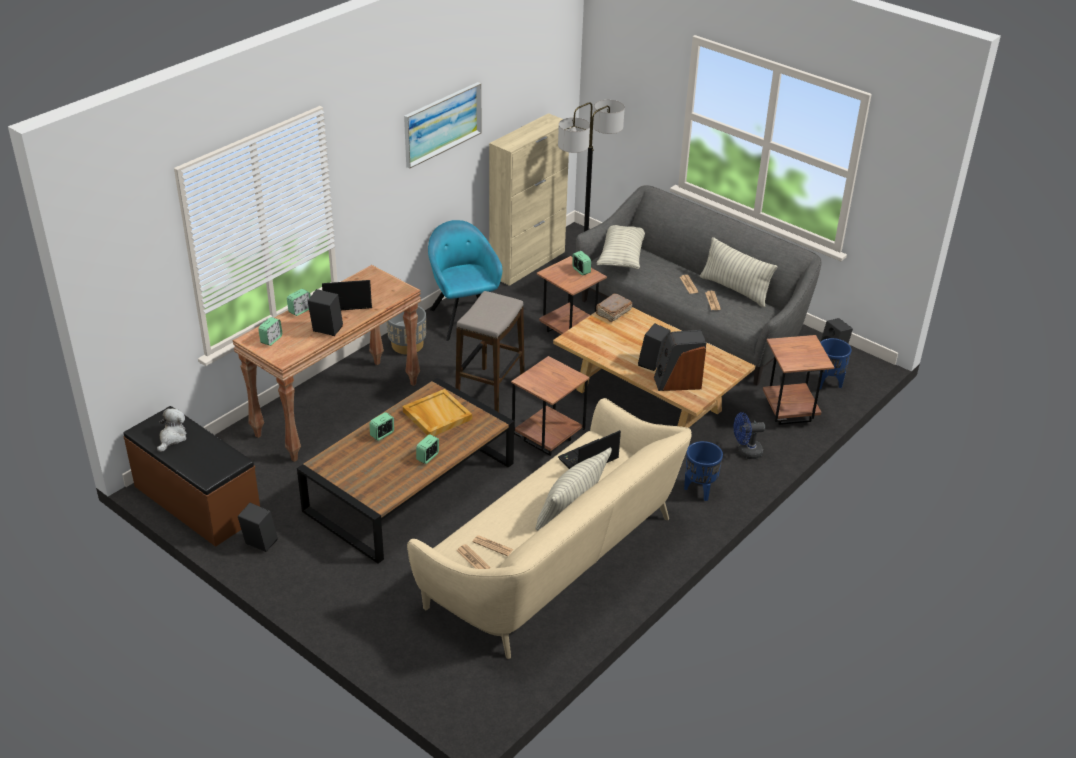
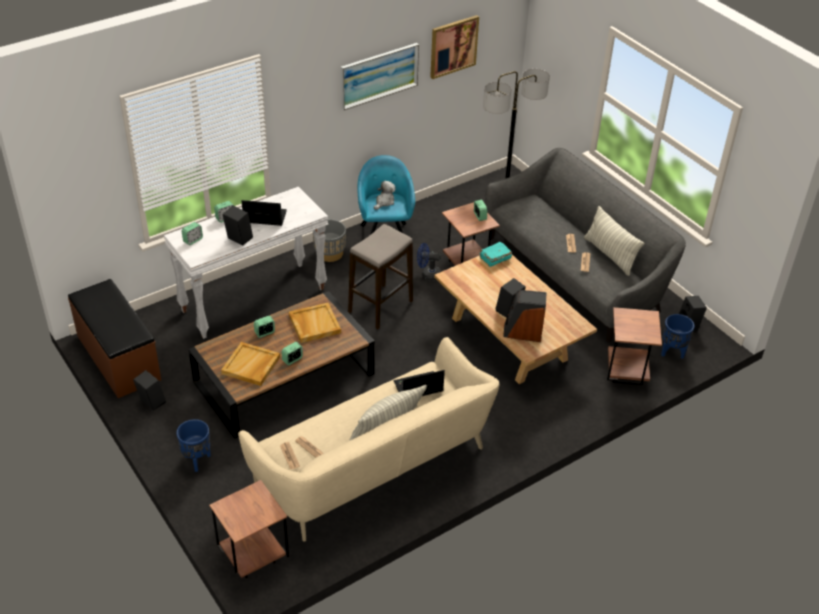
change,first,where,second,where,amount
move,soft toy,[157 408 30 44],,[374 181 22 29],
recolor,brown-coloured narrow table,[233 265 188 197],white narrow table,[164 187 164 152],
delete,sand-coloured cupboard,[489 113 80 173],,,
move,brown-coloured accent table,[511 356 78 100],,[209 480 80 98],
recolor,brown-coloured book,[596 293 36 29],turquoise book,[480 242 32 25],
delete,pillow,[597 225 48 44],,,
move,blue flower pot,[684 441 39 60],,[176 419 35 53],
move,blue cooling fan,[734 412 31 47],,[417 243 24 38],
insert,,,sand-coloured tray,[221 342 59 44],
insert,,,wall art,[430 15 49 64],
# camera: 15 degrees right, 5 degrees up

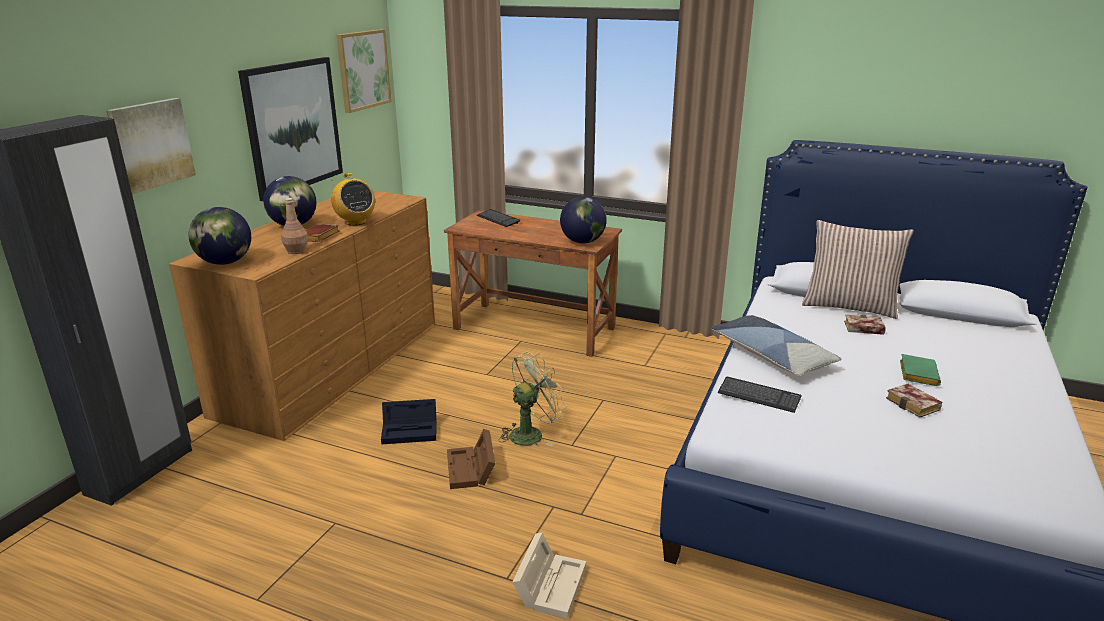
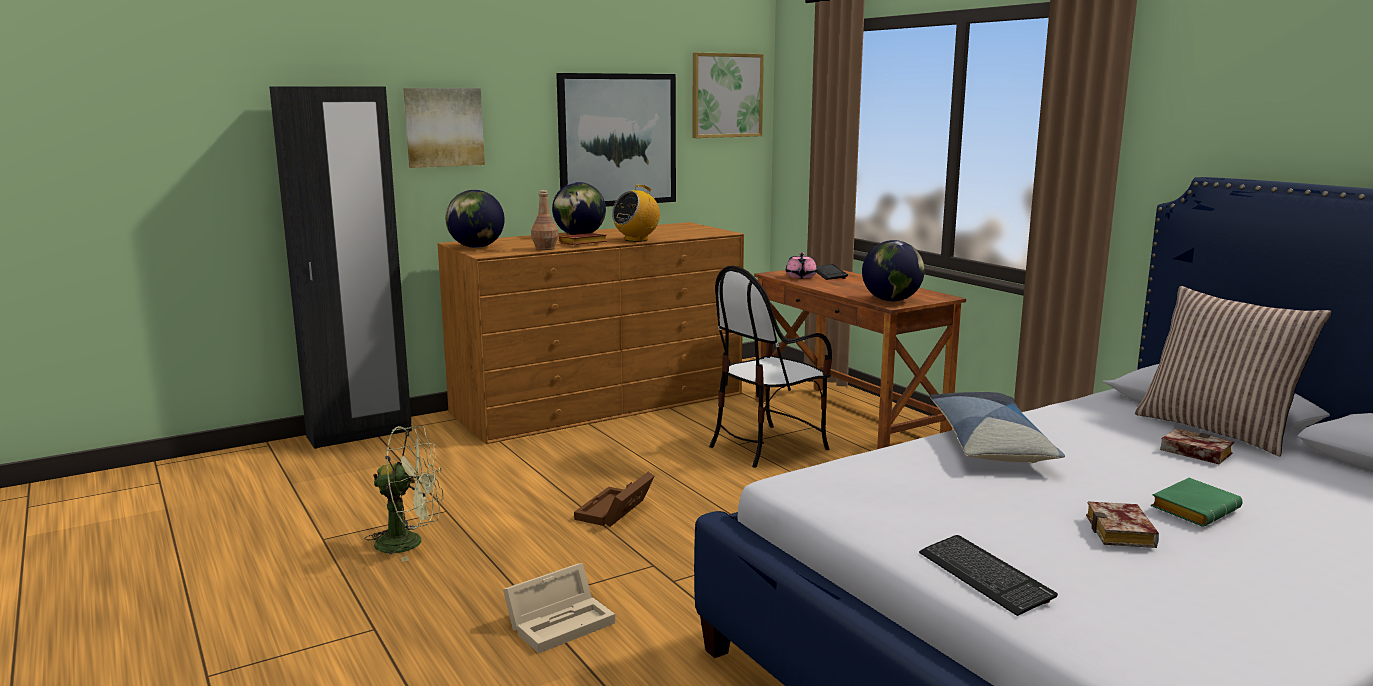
change,first,where,second,where,amount
rotate,radio,[331 173 44 53],,[612 185 48 57],45 degrees clockwise
delete,blackish storage container,[381 399 56 45],,,
move,green-coloured cooling fan,[499 352 68 94],,[365 426 78 136],
move,PC keyboard,[718 377 83 36],,[919 535 139 81],
insert,,,chair,[709 266 123 202],
insert,,,pinkish tea pot,[786 252 31 27],
# camera: 35 degrees right, 10 degrees down

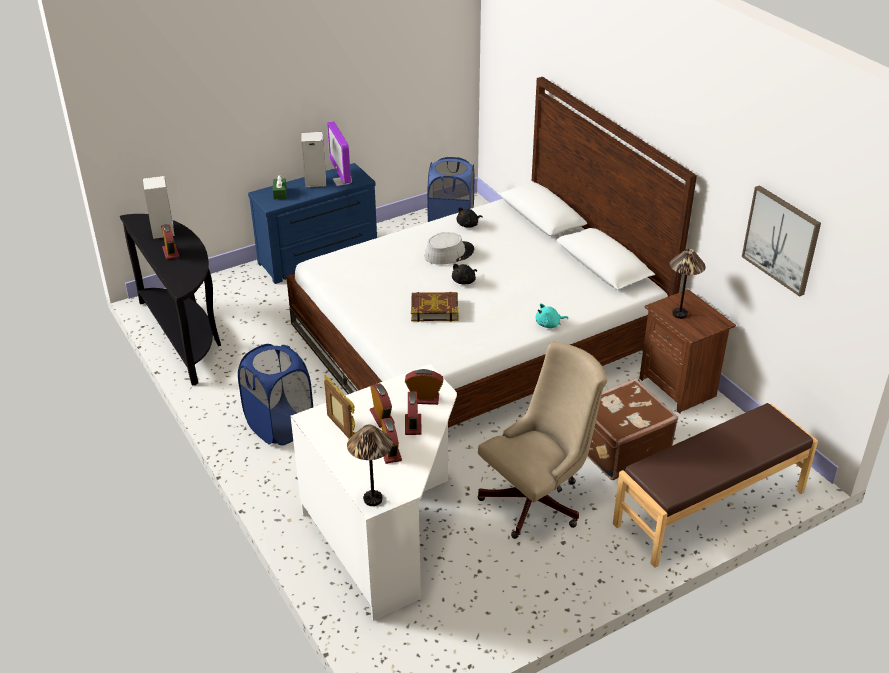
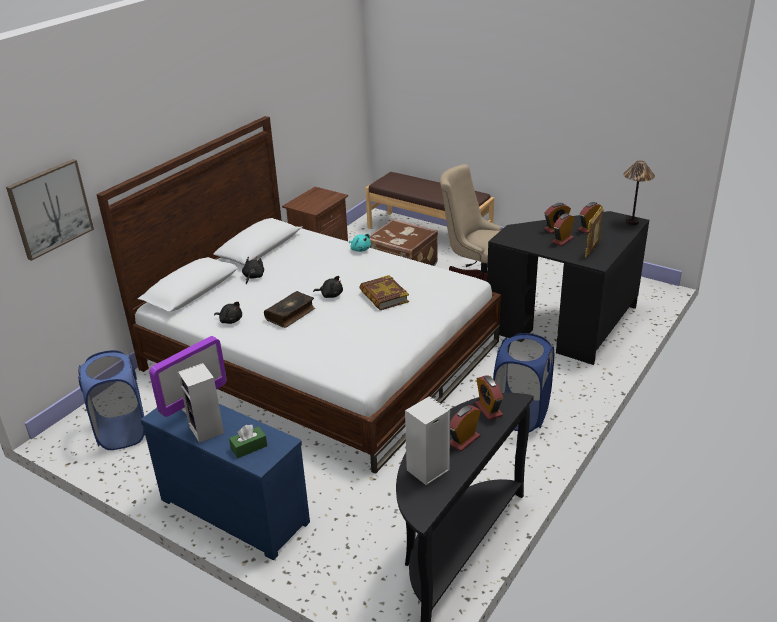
change,first,where,second,where,amount
recolor,white desk,[291 364 166 257],blackish desk,[487 211 162 154],
move,bedside clock,[405 369 38 36],,[475 375 28 45],
replace,greyish clothing hat,[425 232 49 33],book,[264 291 51 37],
delete,lamp for a table,[670 249 36 70],,,
move,wall art,[742 185 79 112],,[6 159 88 102],
insert,,,blackish soft toy,[242 256 22 28],
# camera: 115 degrees left, 5 degrees down

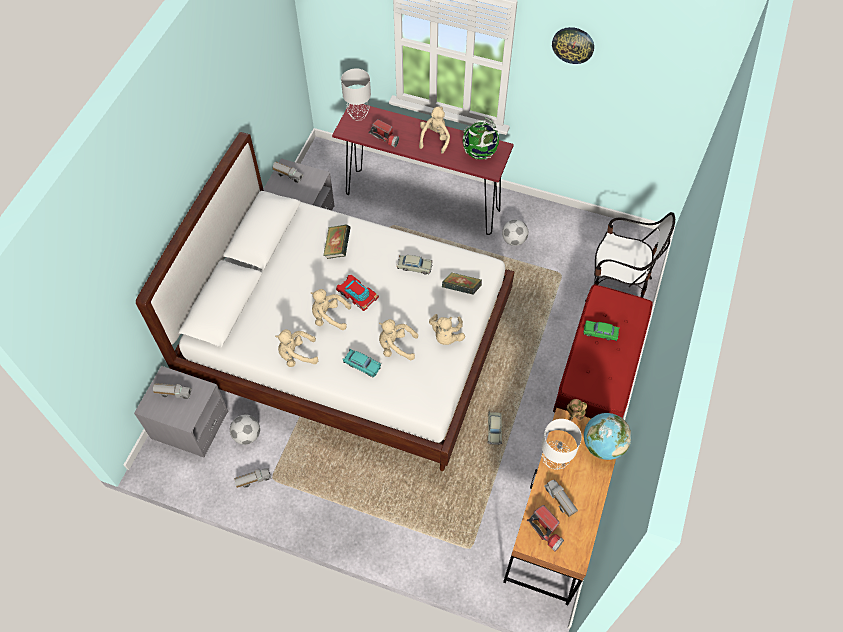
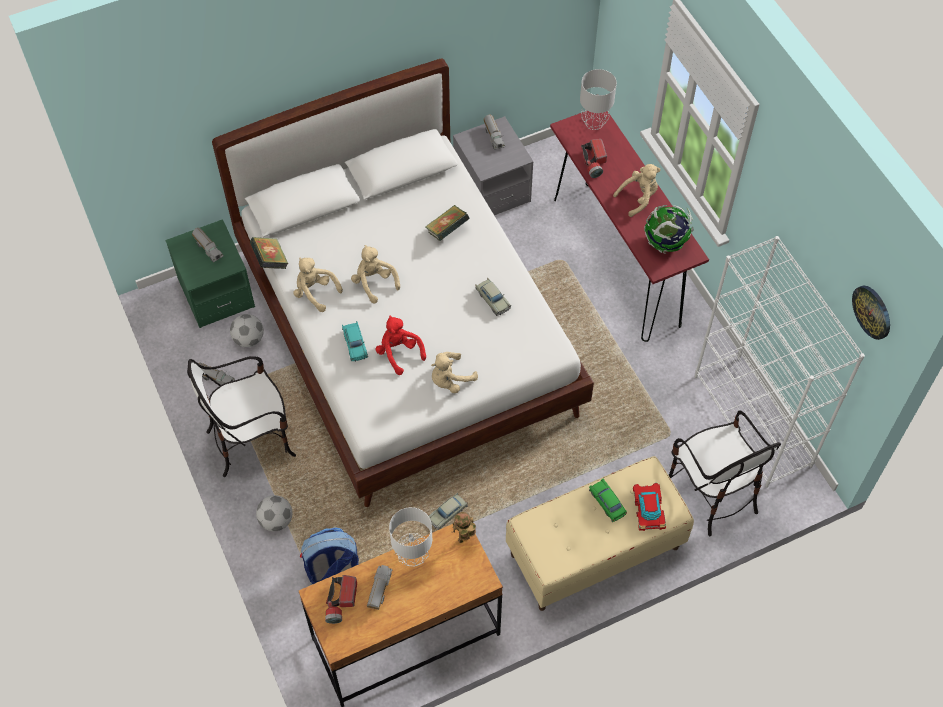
change,first,where,second,where,amount
recolor,greyish night table,[134 366 94 92],green-coloured night table,[165 219 90 109],
move,toy car,[336 275 43 36],,[633 483 33 48],
recolor,sand-coloured soft toy,[379 319 39 41],red-coloured soft toy,[375 316 51 59],
move,book,[442 272 40 22],,[250 237 38 32],
move,ball for football,[502 219 26 27],,[256 495 36 36],
move,wall clock,[552 27 42 37],,[852 286 38 54],
recolor,red-coloured bench,[553 284 100 135],sand-coloured bench,[506 456 188 155],
delete,desk globe,[584 413 47 47],,,
insert,,,chair,[187 356 109 121],
insert,,,knapsack,[300 527 59 57],
insert,,,white shelving unit,[695 236 170 252],
# camera: 45 degrees right, 0 degrees up

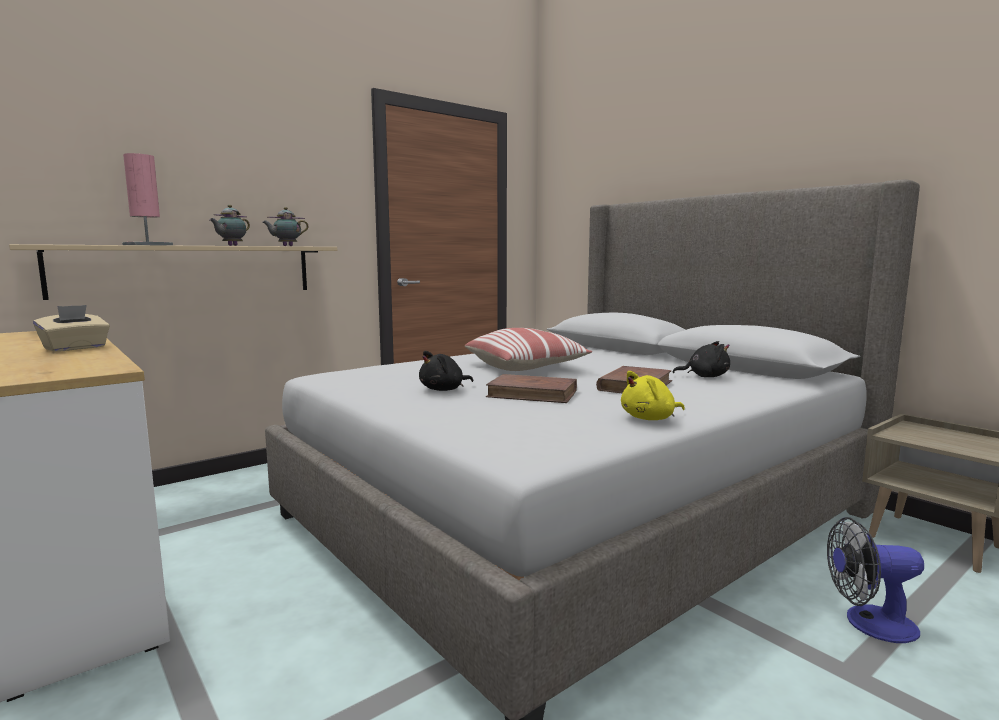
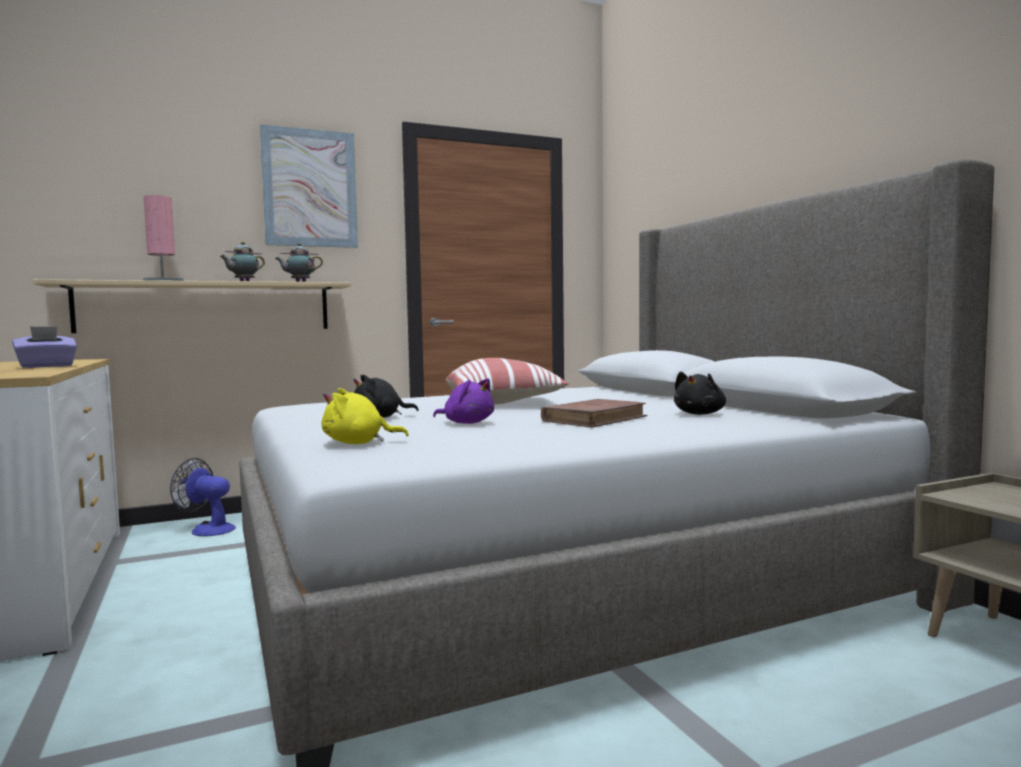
change,first,where,second,where,amount
recolor,sand-coloured tissue holder,[33 305 77 47],purplish tissue holder,[12 326 65 42],
replace,brown-coloured book,[486 374 91 29],purplish soft toy,[433 378 61 46],
move,yellow-coloured soft toy,[621 371 64 49],,[322 388 87 56],
rotate,blackish soft toy,[673 341 57 36],,[674 372 52 43],105 degrees clockwise
move,cooling fan,[827 517 97 126],,[170 458 66 78],
insert,,,wall art,[260 124 98 124],
# camera: 15 degrees right, 5 degrees down

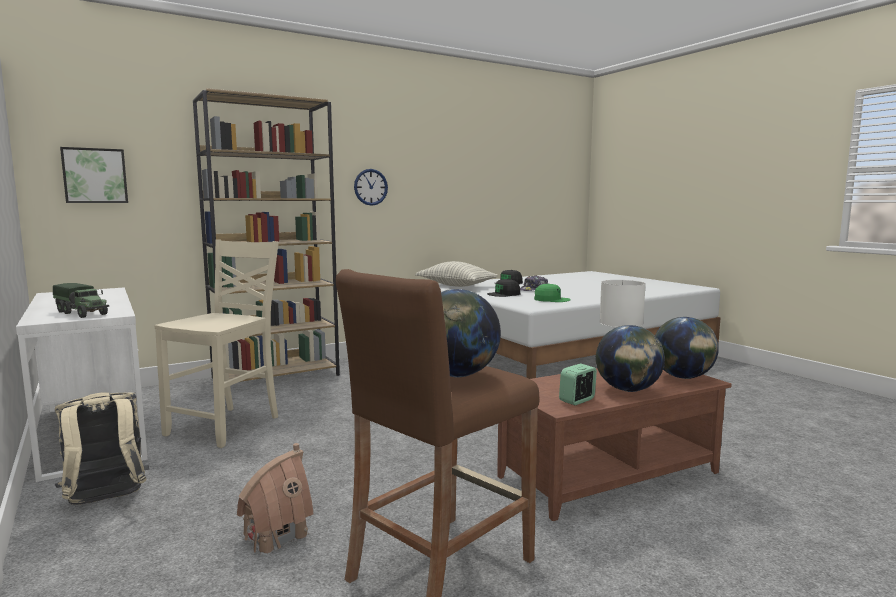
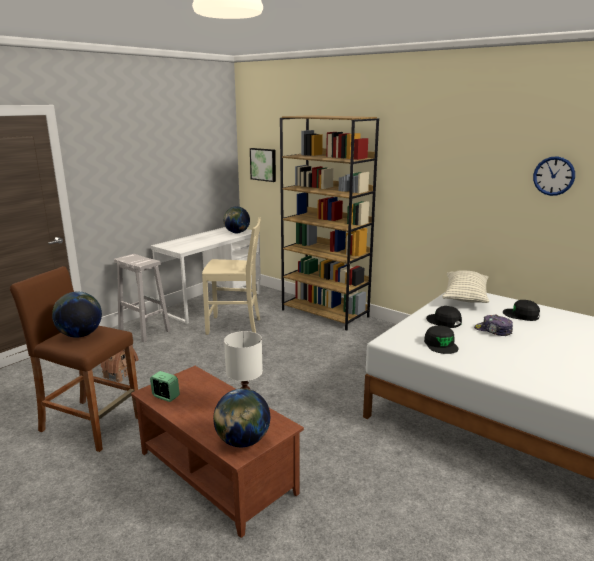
change,first,where,second,where,amount
delete,toy lorry,[53 283 56 35],,,
replace,sand-coloured knapsack,[55 392 94 113],white stool,[114 254 57 88],
move,wall clock,[354 169 34 37],,[533 156 42 40],
recolor,green-coloured baseball cap,[534 284 37 18],blackish baseball cap,[424 326 35 28],
move,desk globe,[595 325 70 67],,[223 206 27 27],
# camera: 70 degrees right, 10 degrees up

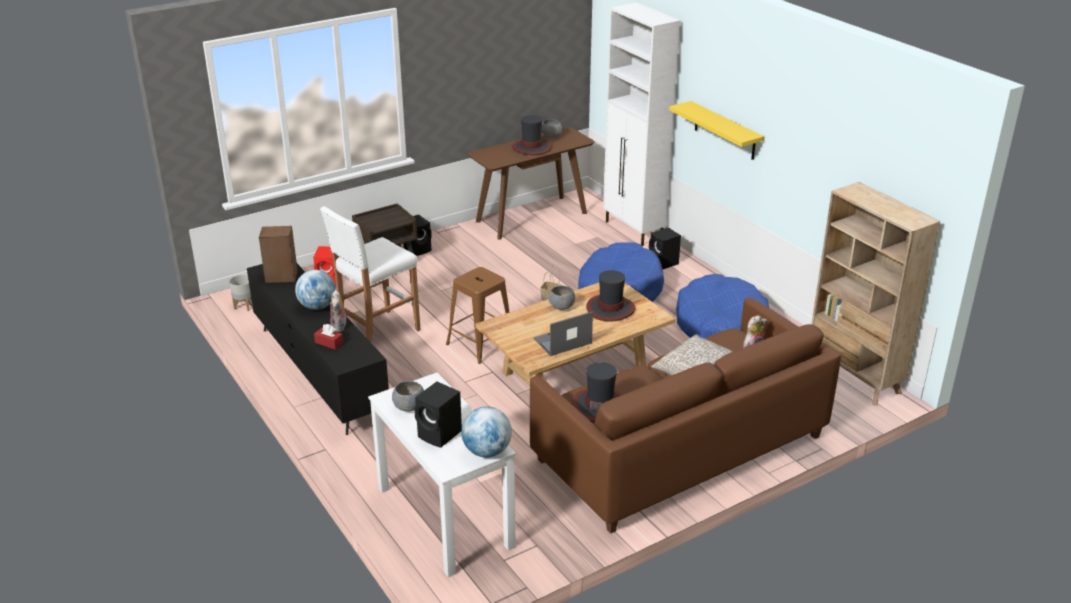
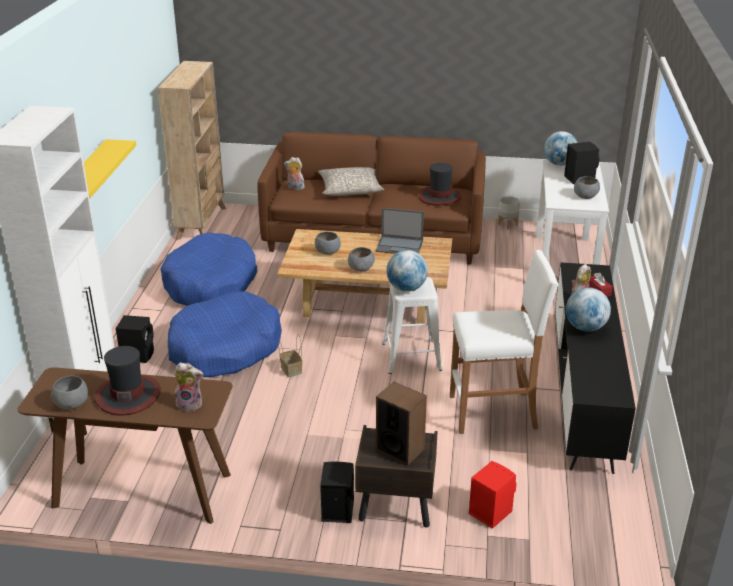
change,first,where,second,where,amount
move,greyish flower pot,[229 274 23 37],,[498 196 22 34],
move,speaker,[259 226 39 57],,[376 382 51 84],
recolor,brown-coloured stool,[446 267 63 97],white stool,[383 277 59 97],
replace,clothing hat,[586 270 49 52],greyish deep dish,[315 232 26 23],
insert,,,soft toy,[174 362 29 49],
insert,,,desk globe,[386 250 42 42],
# camera: 140 degrees left, 0 degrees up

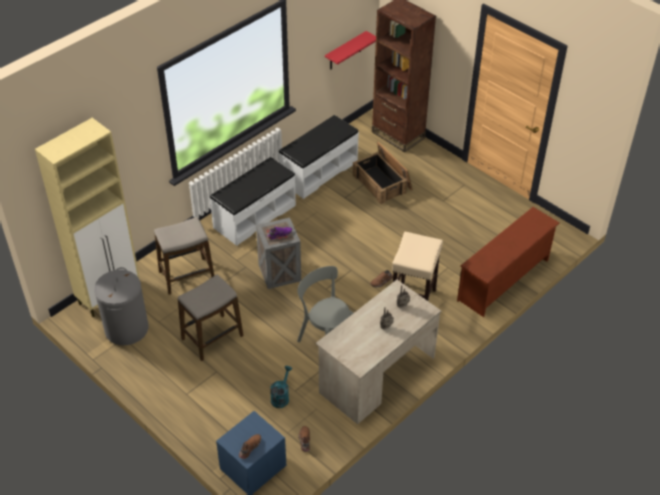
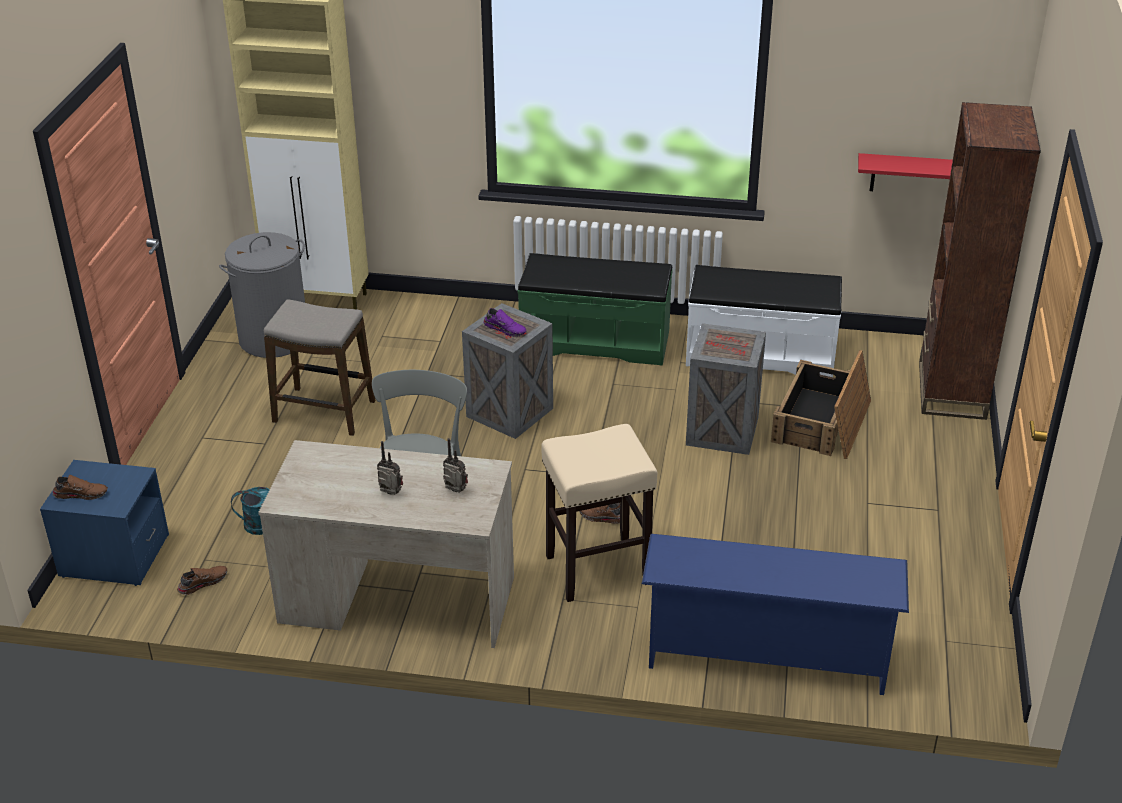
change,first,where,second,where,amount
delete,stool,[154 217 60 78],,,
recolor,white bench,[210 157 86 89],green-coloured bench,[518 253 155 113],
recolor,brown-coloured shoe shelf,[457 207 103 110],blue shoe shelf,[642 534 267 161],
insert,,,shipping crate,[686 323 80 132],
# camera: 55 degrees right, 10 degrees down

